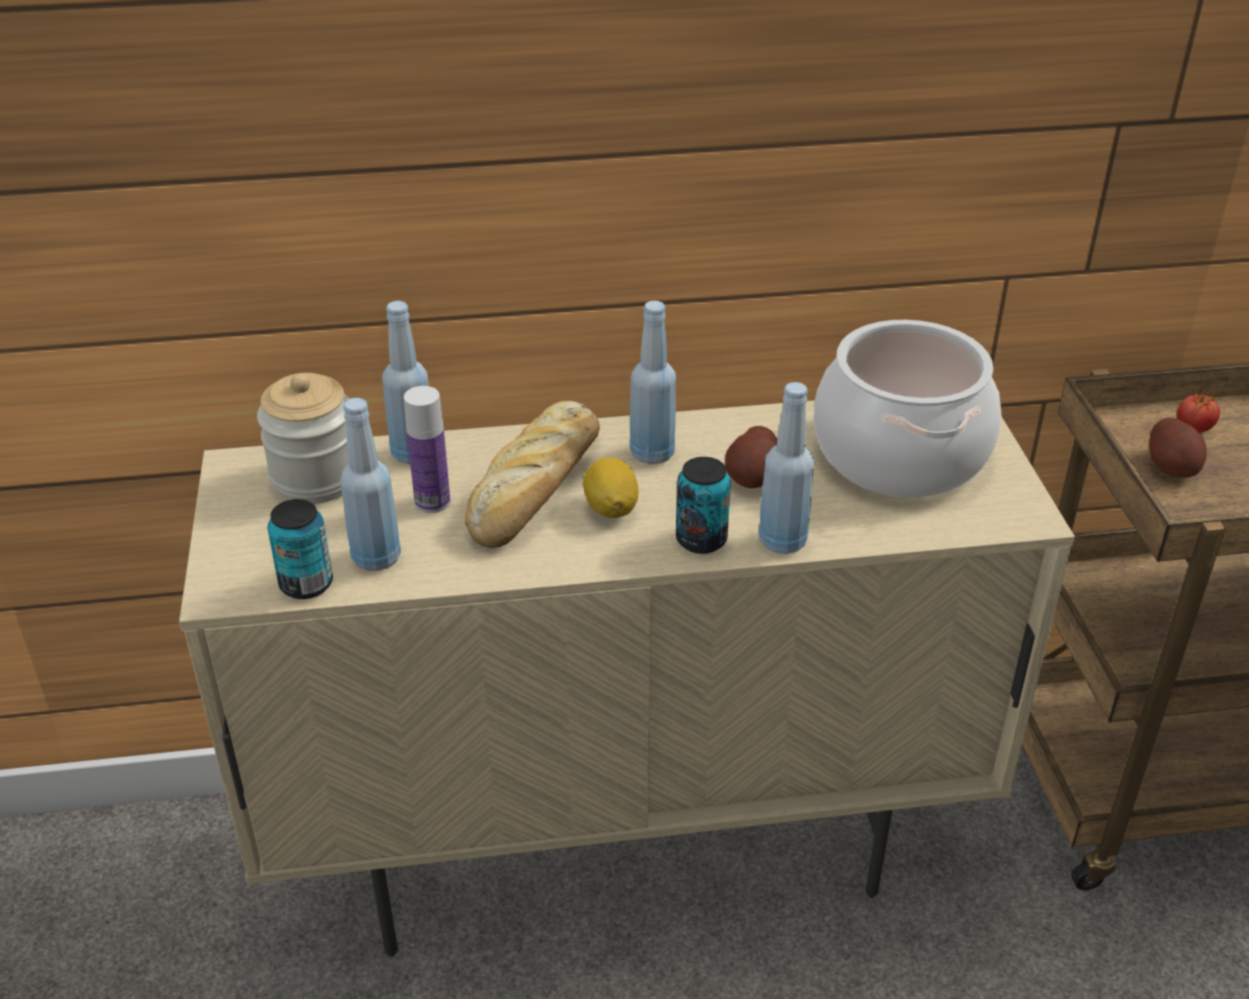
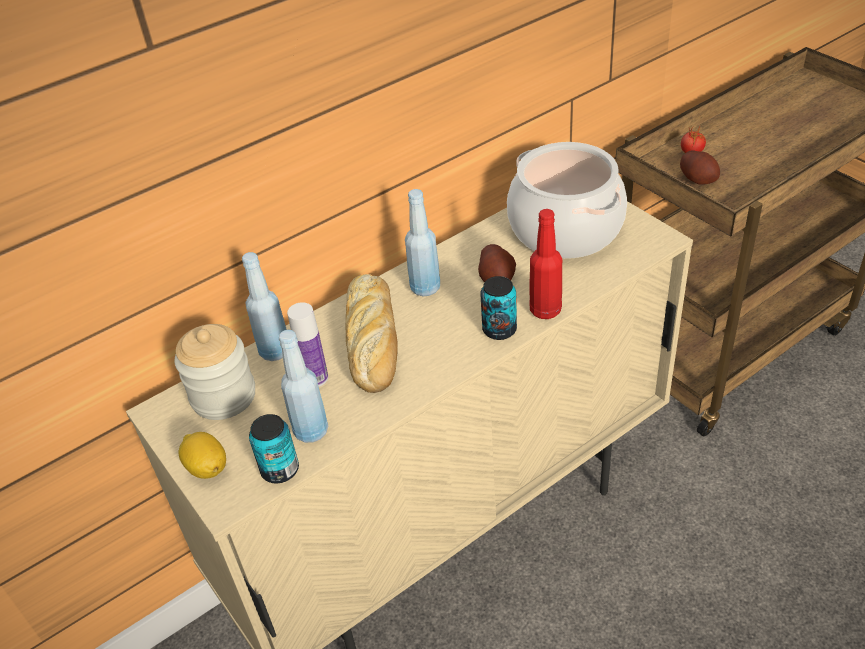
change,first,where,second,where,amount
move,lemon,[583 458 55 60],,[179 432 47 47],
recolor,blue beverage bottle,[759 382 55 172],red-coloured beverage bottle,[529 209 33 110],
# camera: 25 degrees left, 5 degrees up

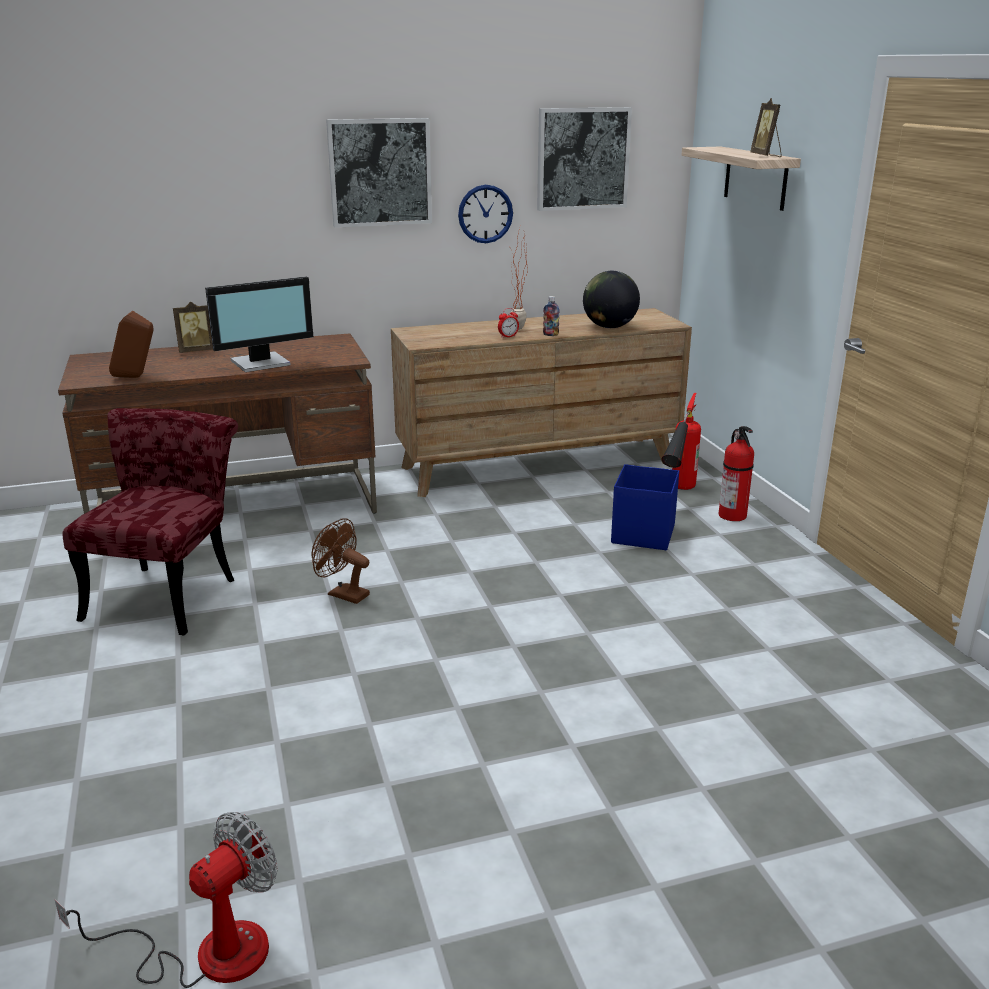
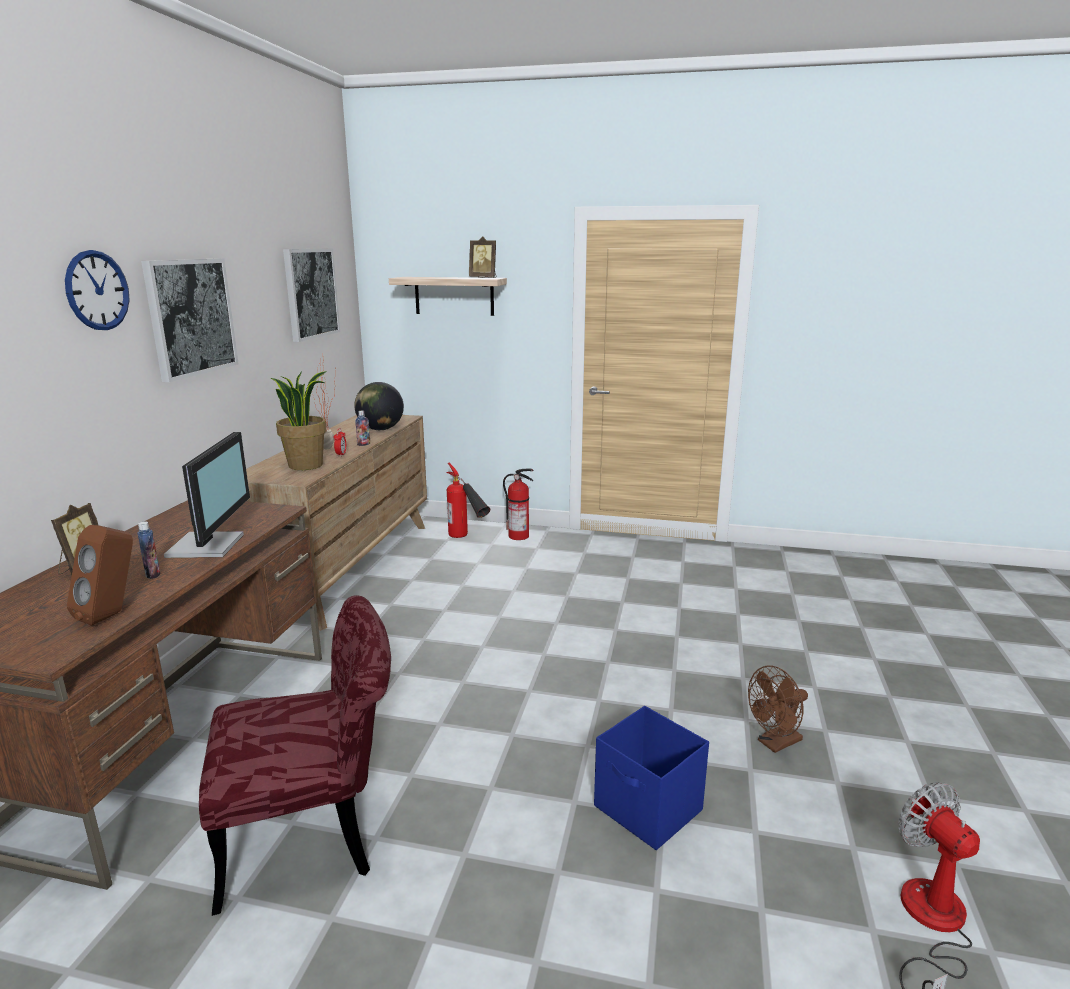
change,first,where,second,where,amount
rotate,red-coloured chair,[62 408 176 227],,[199 595 192 321],120 degrees clockwise
move,brown-coloured cooling fan,[312 518 58 86],,[748 666 60 87],
move,wall clock,[458 185 55 58],,[65 250 65 80],
move,blue storage container,[611 464 68 86],,[594 706 115 144],
insert,,,beverage bottle,[137 521 23 58],
insert,,,houseplant,[271 371 56 99],
# camera: 60 degrees left, 5 degrees down

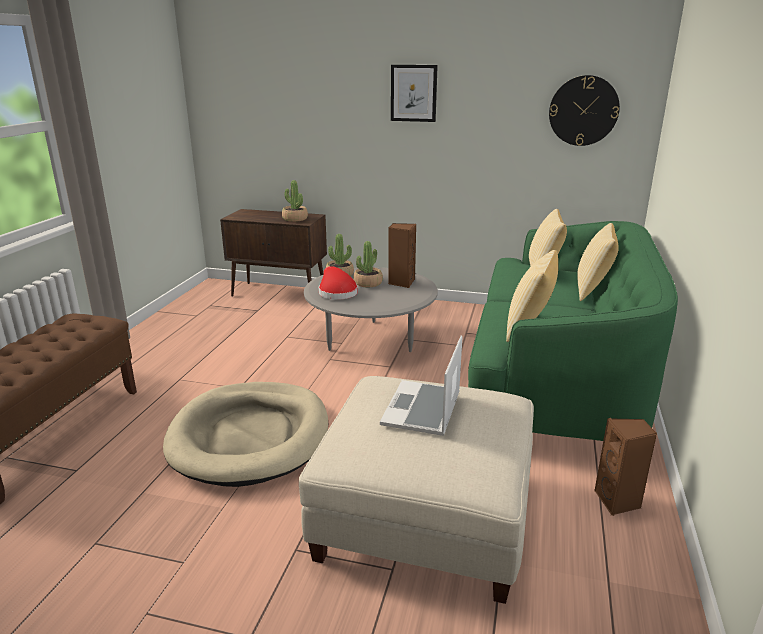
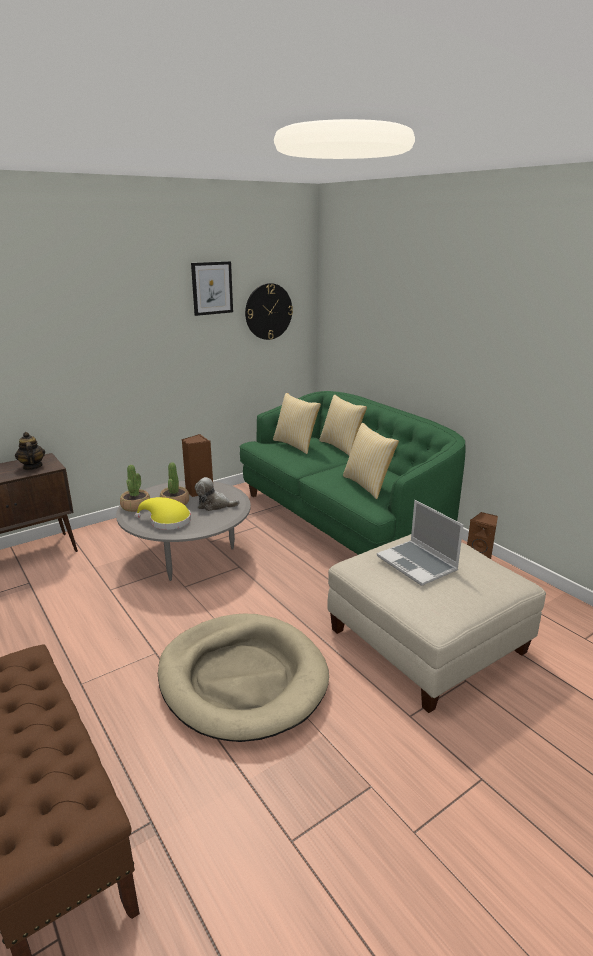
change,first,where,second,where,amount
replace,houseplant,[282 180 26 42],tea pot,[15 432 30 38],
recolor,red-coloured clothing hat,[319 266 39 34],yellow-coloured clothing hat,[135 497 56 33],
move,wall art,[391 65 47 57],,[191 261 42 55],
insert,,,soft toy,[195 477 44 34],
# camera: 50 degrees left, 0 degrees up

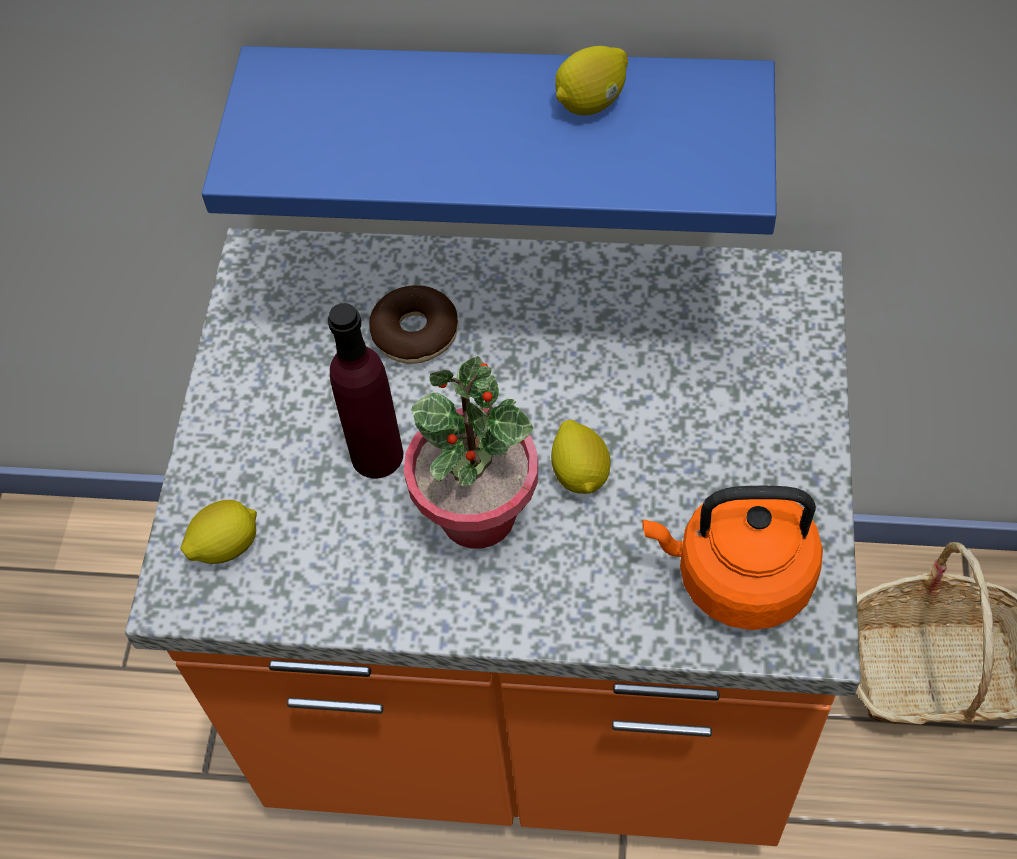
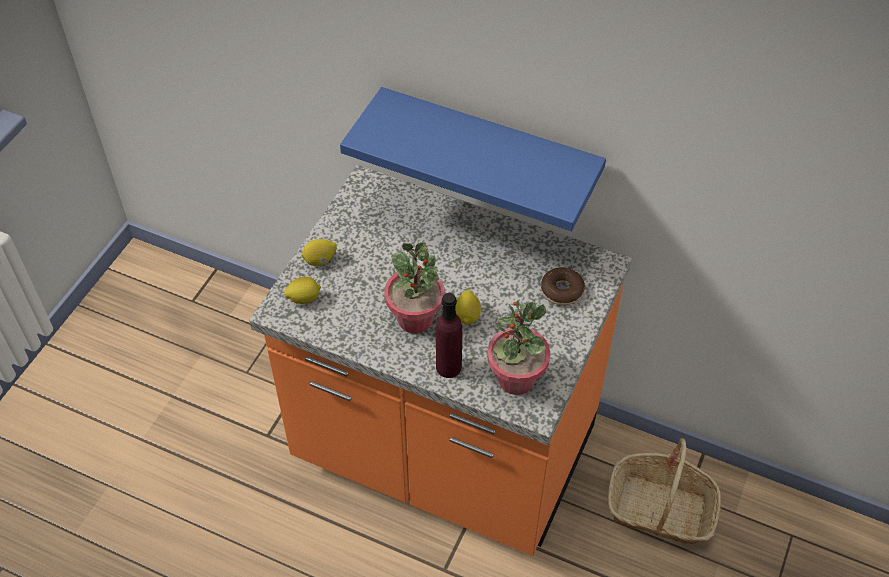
change,first,where,second,where,amount
move,purplish beverage bottle,[328 303 75 175],,[436 293 26 85],
move,donut,[369 285 89 79],,[541 267 44 38],
move,lemon,[555 46 73 69],,[301 239 36 27],
replace,orange-coloured tea kettle,[643 486 180 144],houseplant,[487 300 63 95],
# camera: 15 degrees right, 5 degrees down

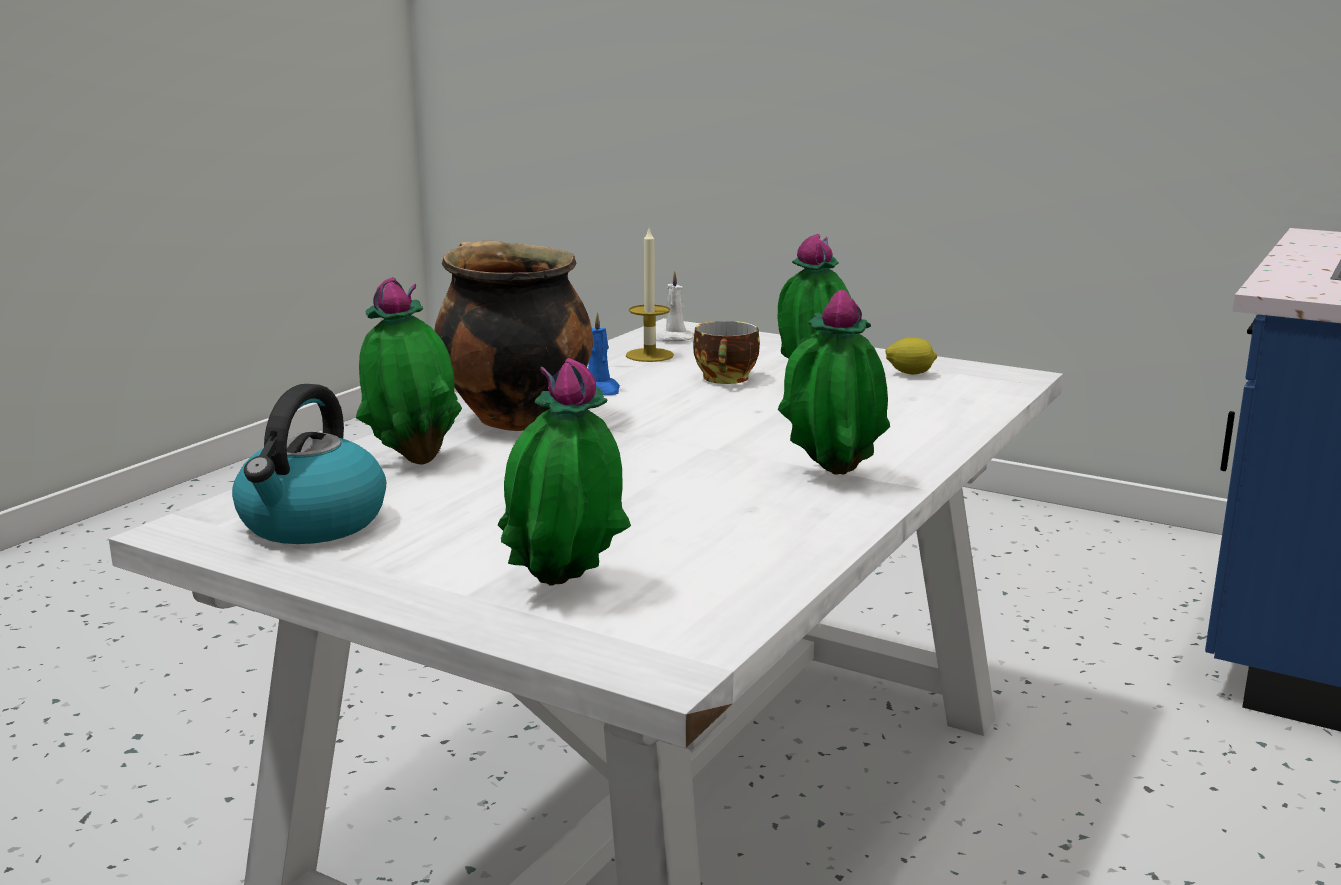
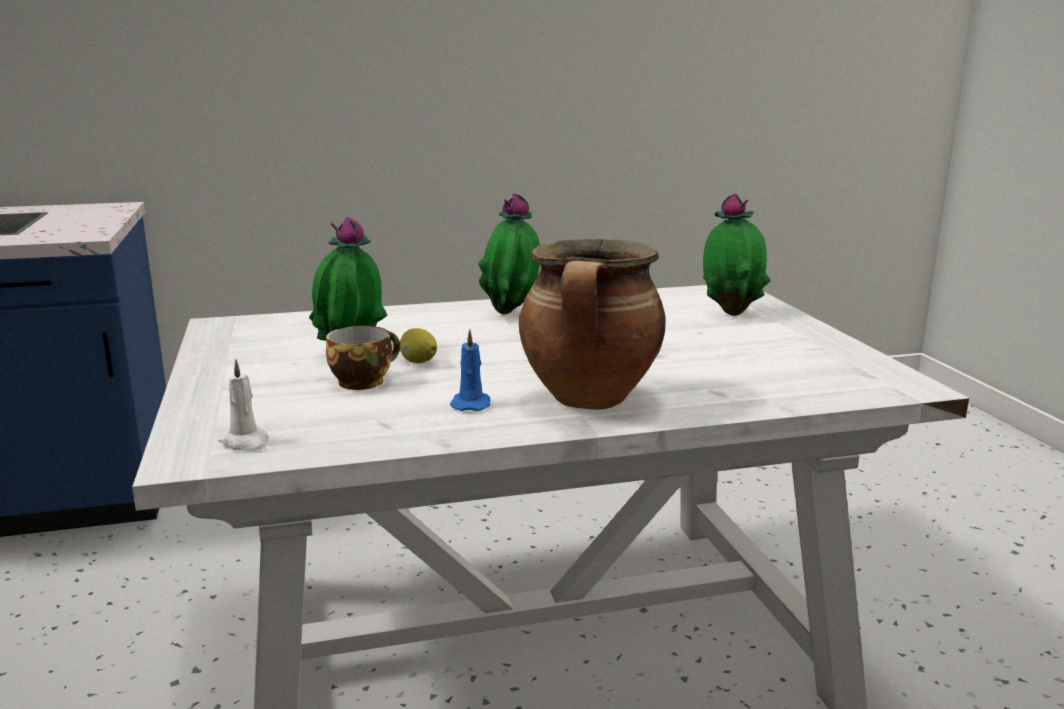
change,first,where,second,where,amount
delete,tea kettle,[232 384 154 160],,,
delete,houseplant,[356 277 106 187],,,
delete,wax light,[626 229 48 133],,,
move,lemon,[886 337 51 38],,[400 328 37 35],
# camera: 135 degrees left, 0 degrees up

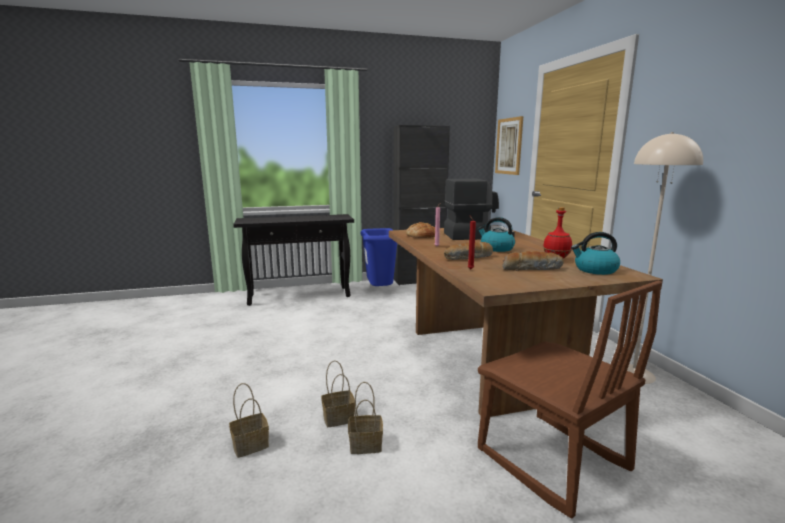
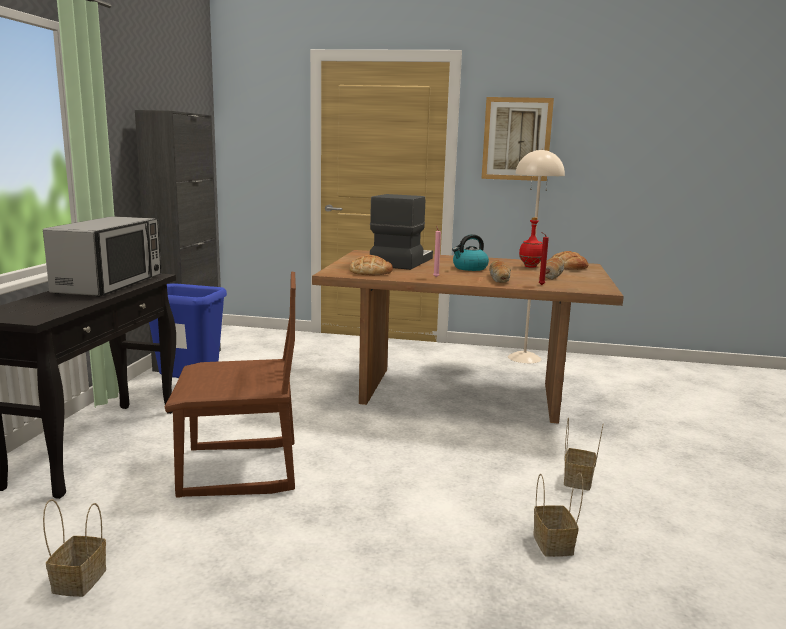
change,first,where,second,where,amount
move,household basket,[321 360 34 67],,[43 499 63 98],
move,brown-coloured chair,[478 281 184 238],,[164 272 132 226],
move,wall art,[495 116 28 59],,[482 97 72 84],
replace,tea kettle,[571 232 49 43],baked bread,[552 251 36 19],
insert,,,kitchen microwave,[43 216 119 81],
# camera: 65 degrees left, 0 degrees up

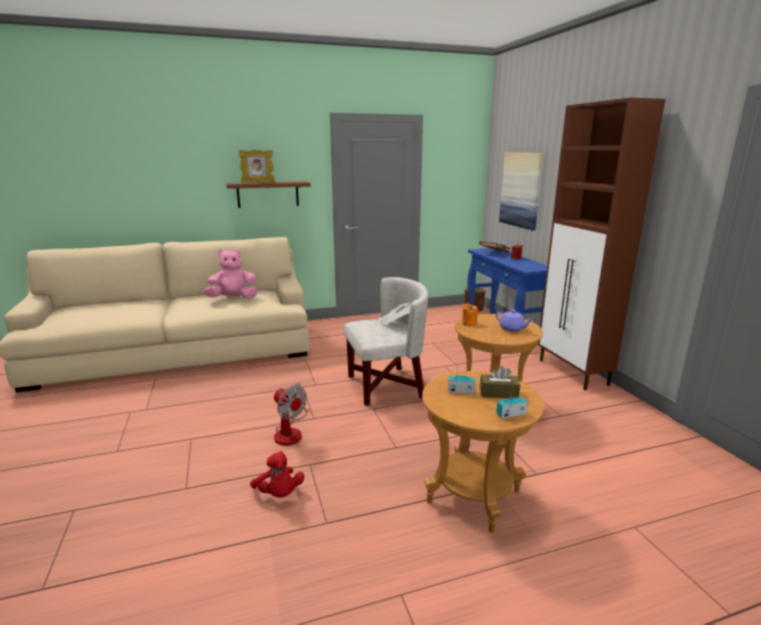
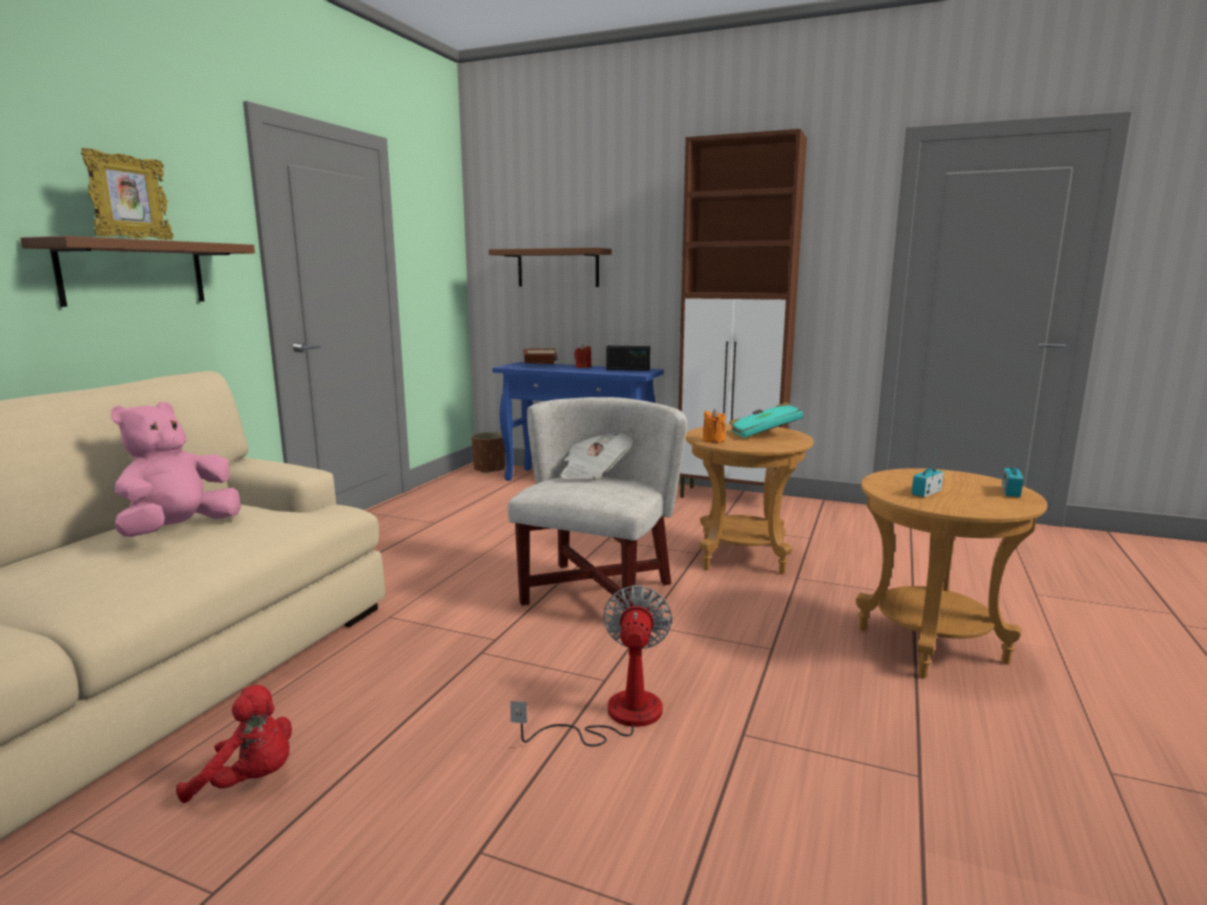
change,first,where,second,where,amount
move,red-coloured soft toy,[250 451 54 47],,[176 685 116 118],
rotate,cooling fan,[274 382 33 64],,[510 585 163 162],75 degrees counterclockwise
delete,brown-coloured tissue holder,[480 366 40 32],,,
replace,purplish tea pot,[496 310 38 22],turquoise book,[729 402 75 36],
replace,wall art,[499 153 45 77],brown-coloured shelf,[489 248 123 39],
insert,,,radio,[606 346 44 25],
# camera: 50 degrees left, 5 degrees down

